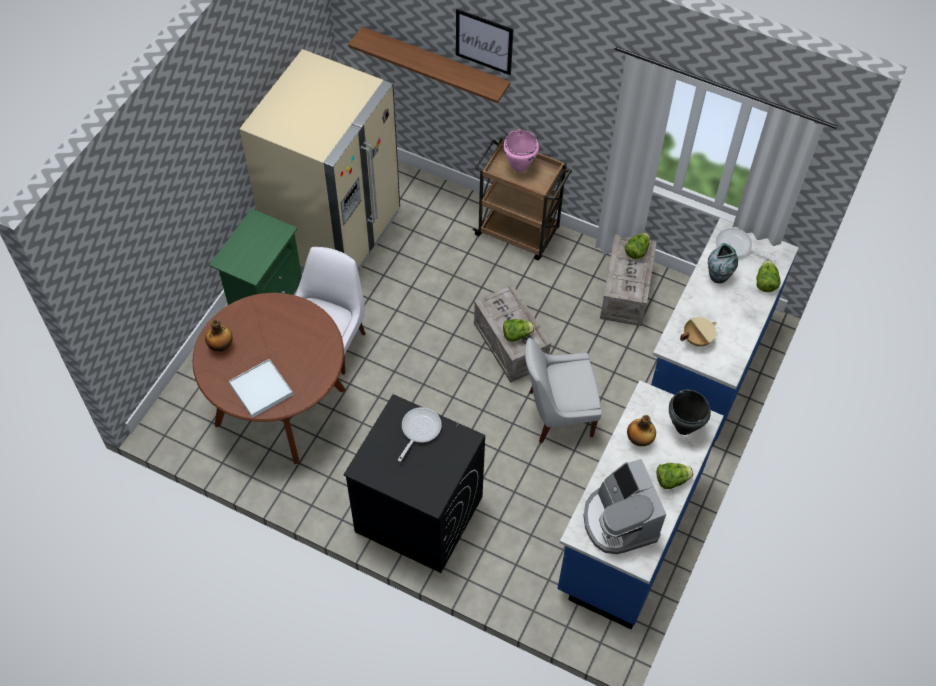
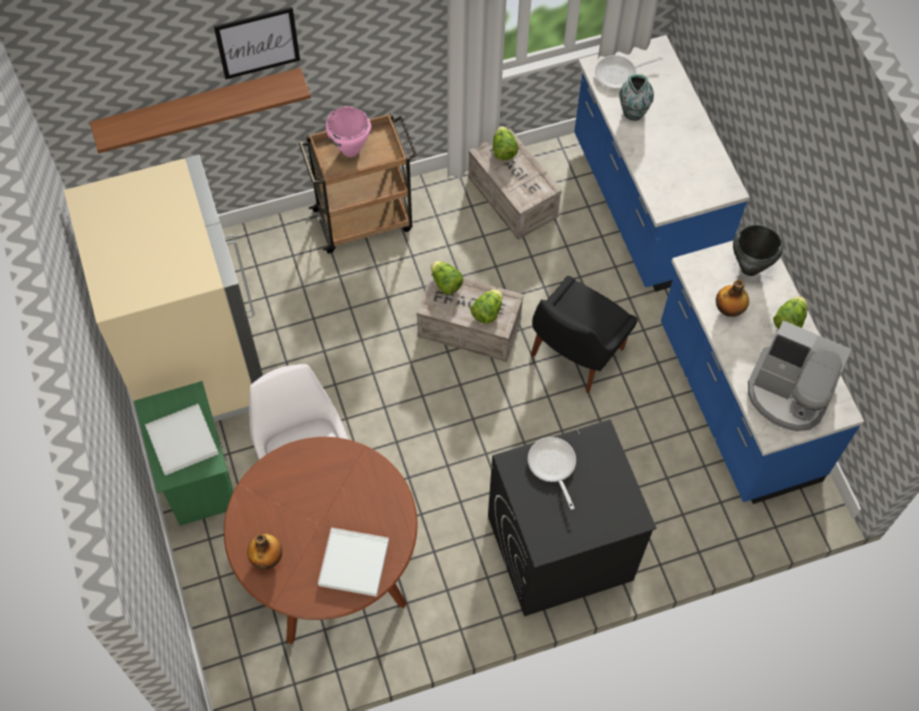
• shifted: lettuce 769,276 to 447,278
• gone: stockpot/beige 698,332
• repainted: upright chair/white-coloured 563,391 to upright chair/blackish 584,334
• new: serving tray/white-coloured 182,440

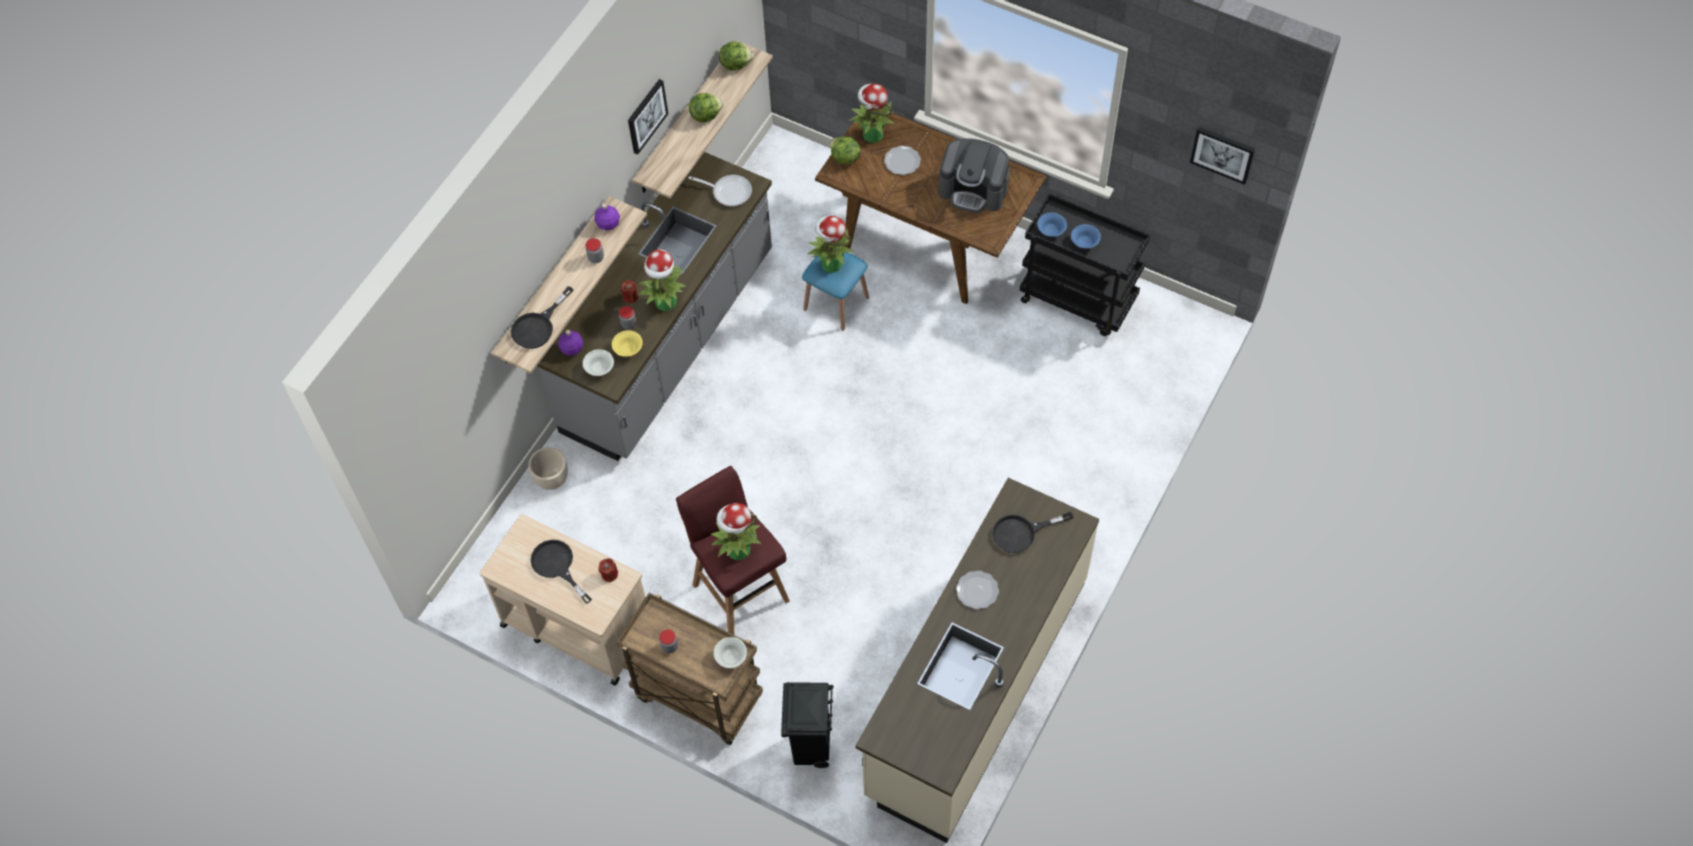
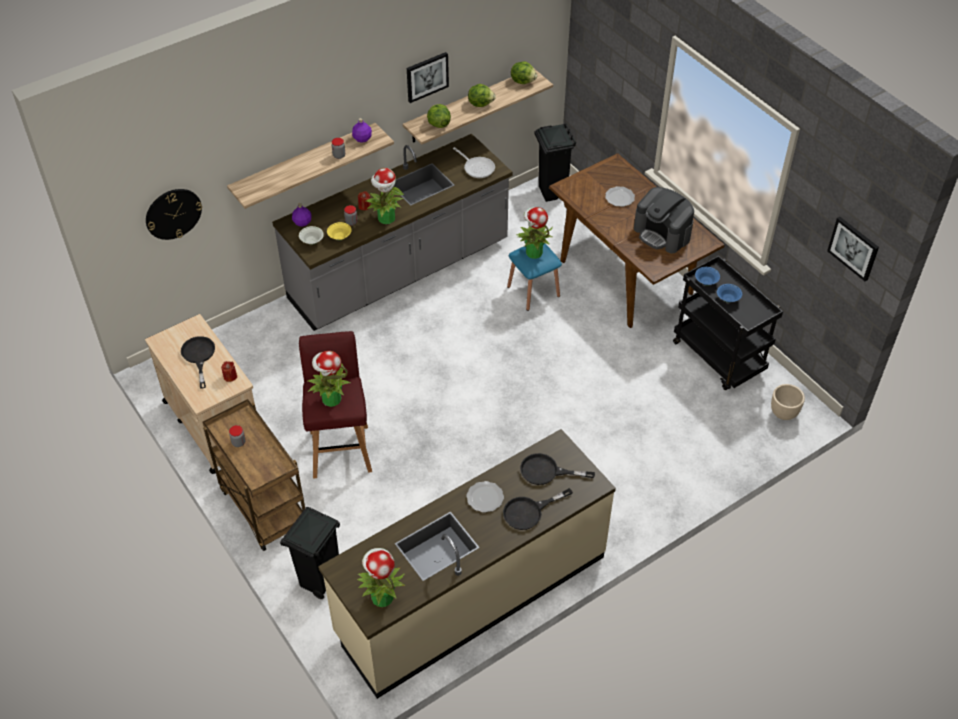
• shifted: potted plant 871,113 to 381,577
• shifted: lettuce 845,150 to 439,116
• shifted: frying pan/blackish 542,317 to 538,509
• shifted: plant pot/beige 548,468 to 788,402
• gone: serving bowl/white-coloured 730,652
• new: trash can/blackish 555,162
• new: clock on the wall 174,214

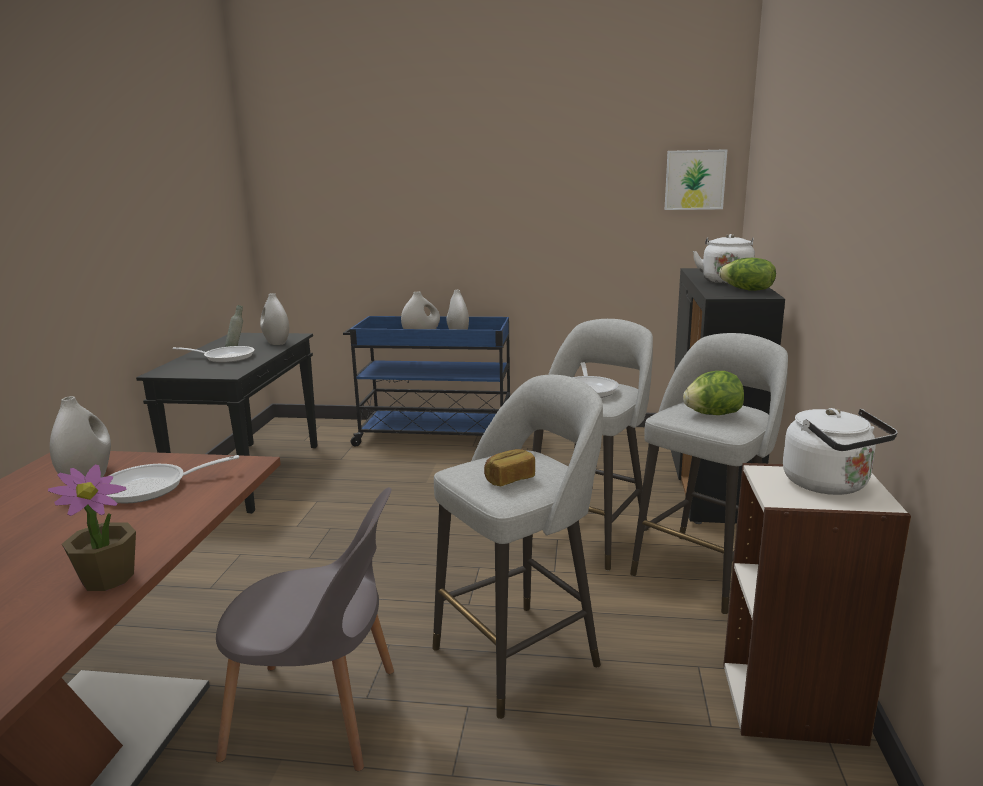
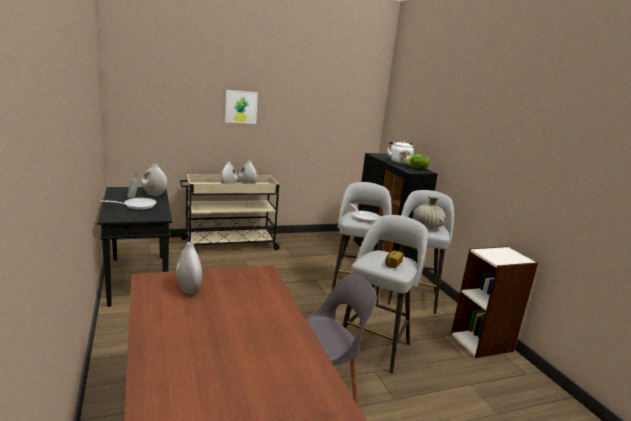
• shifted: wall picture 696,179 to 241,107
• repainted: cart/blue-coloured 426,381 to cart/beige 230,212
• swapped: lettuce 713,393 to decorative vase/beige 429,212
• gone: kettle/white-coloured 840,451
• gone: frying pan 173,479
• gone: potted plant 92,527

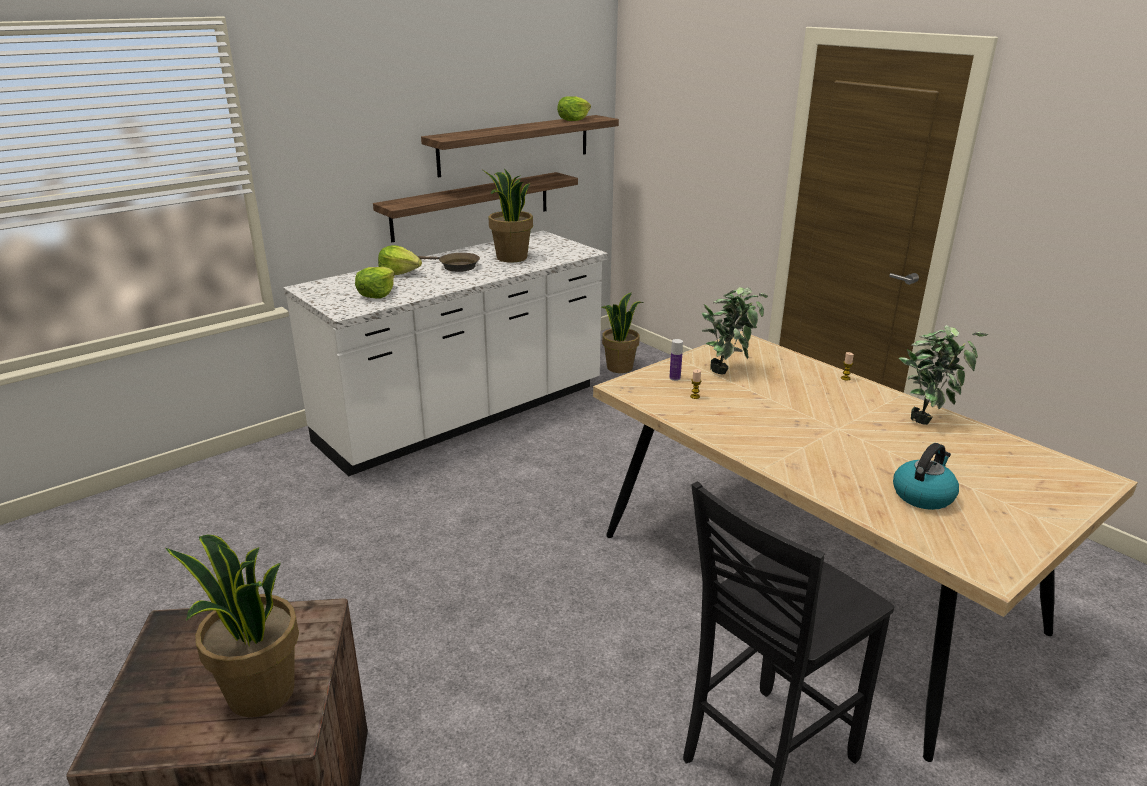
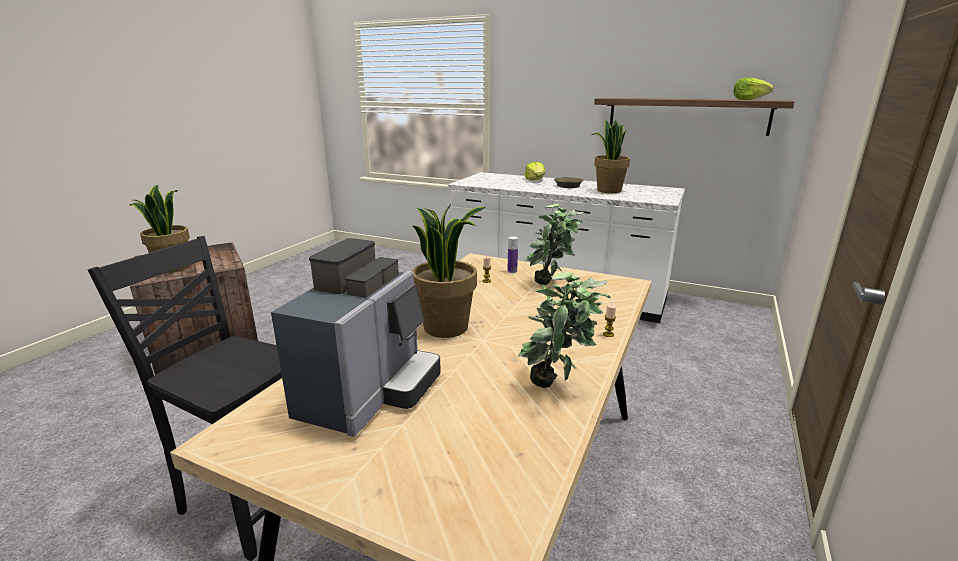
• gone: shelf 475,207
• gone: lettuce 375,282
• shifted: potted plant 623,332 to 449,271
• swapped: kettle 926,476 to coffee brewer 356,337

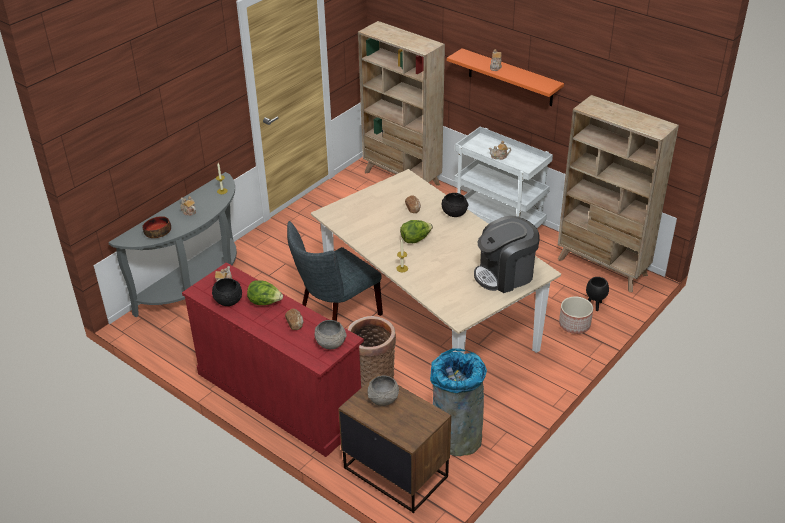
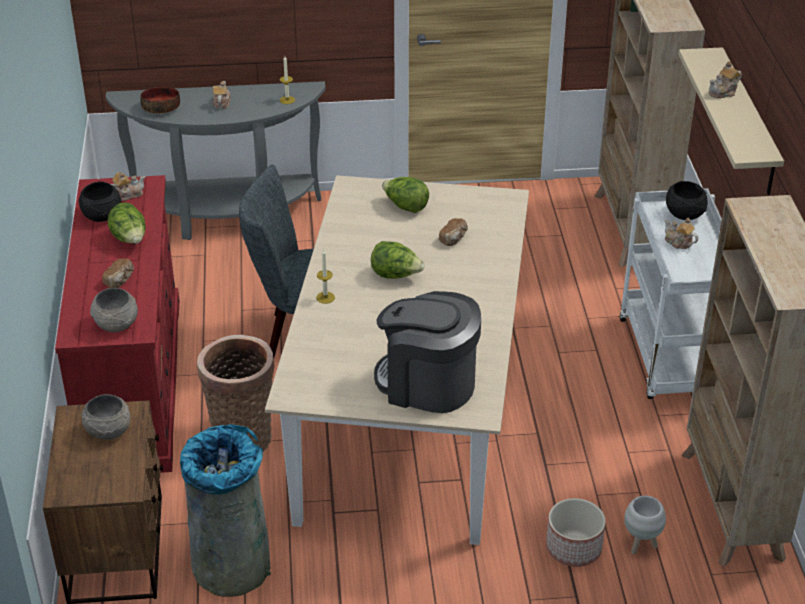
• repainted: shelf/orange 505,77 to shelf/beige 731,121
• shifted: serving bowl/blackish 455,205 to 687,200
• repainted: plant pot/blackish 597,294 to plant pot/white-coloured 645,525
• new: lettuce 405,195

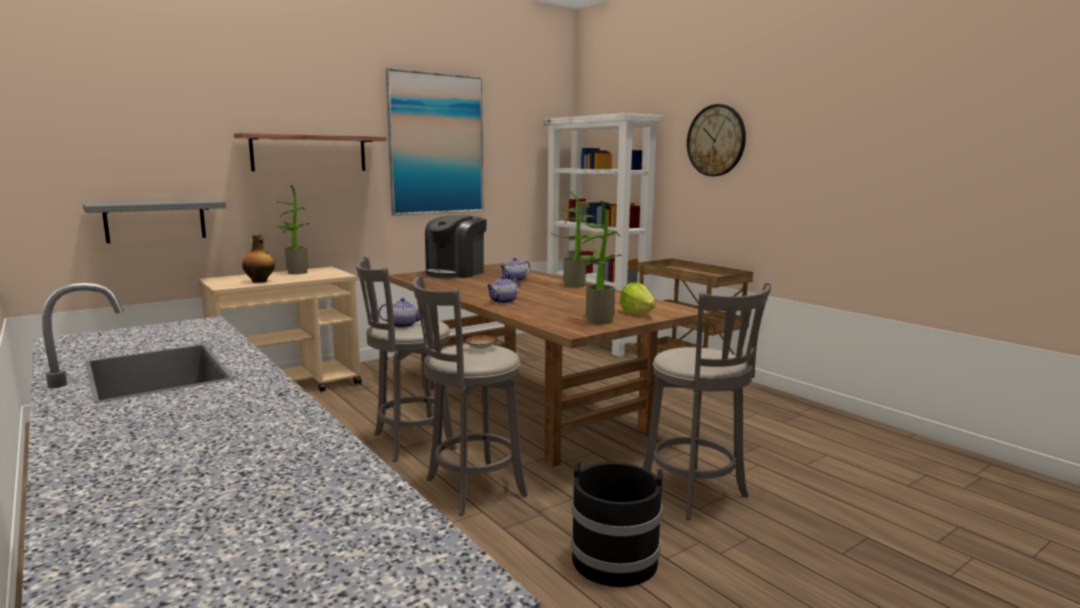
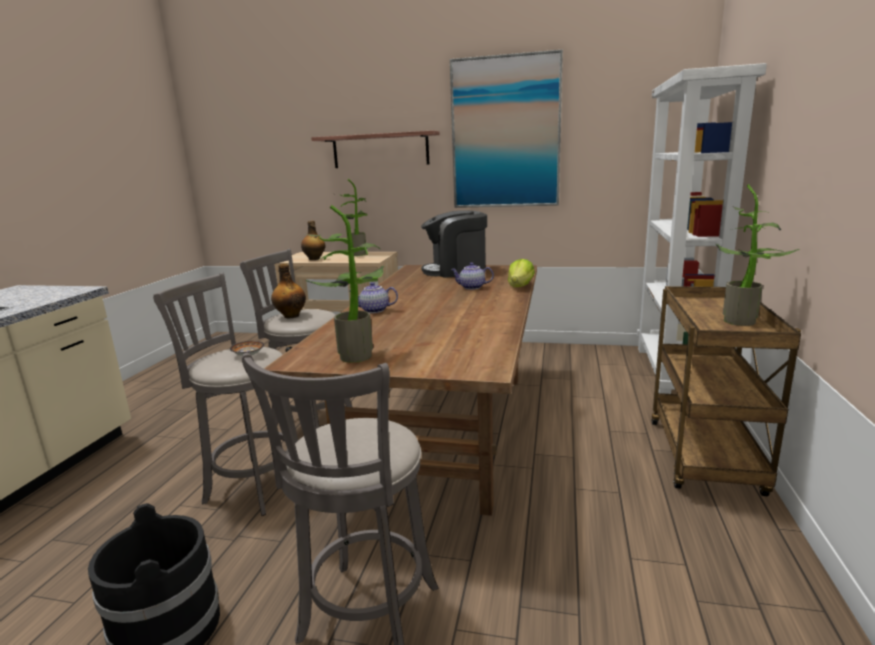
• gone: clock on the wall 716,140
• shifted: potted plant 576,239 to 758,255
• gone: shelf/gray 154,221
• shifted: lettuce 638,298 to 521,273
• swapped: pot for tea 400,313 to beverage bottle 288,290

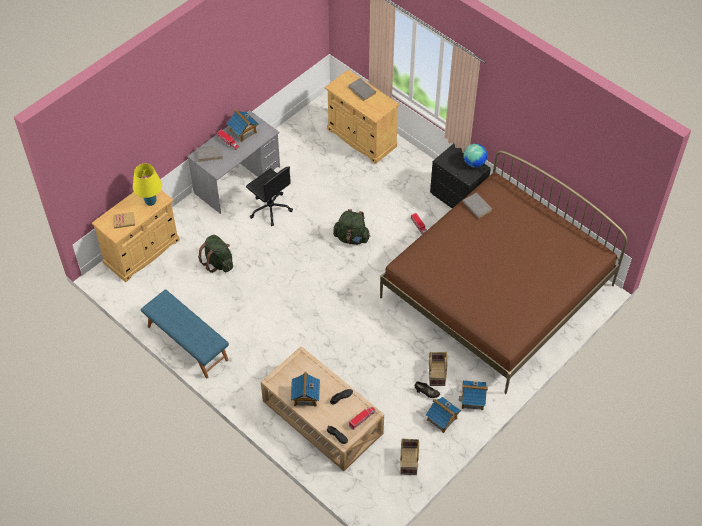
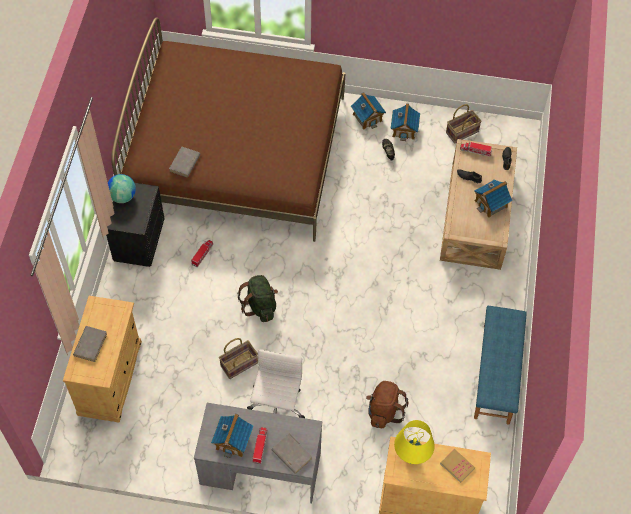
• repainted: office chair/blackish 269,196 to office chair/white-coloured 276,383
• repainted: backpack/green-coloured 215,254 to backpack/brown 387,404
• shifted: basket 438,369 to 238,358

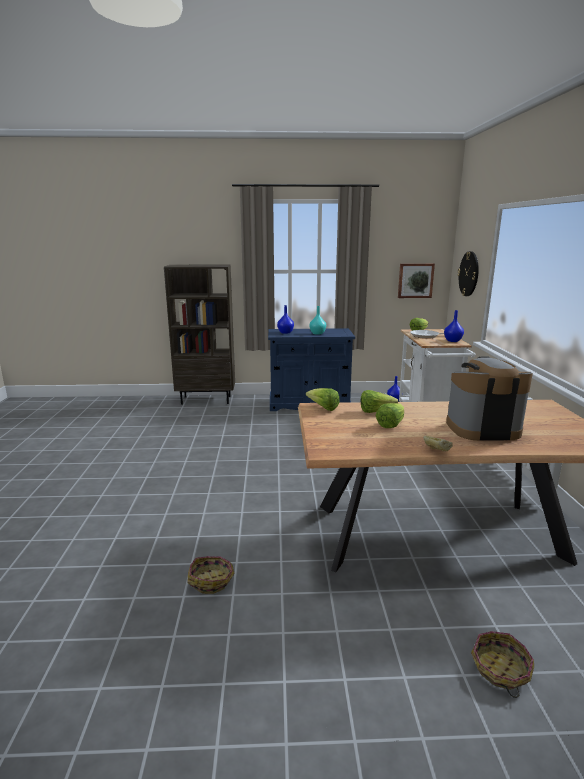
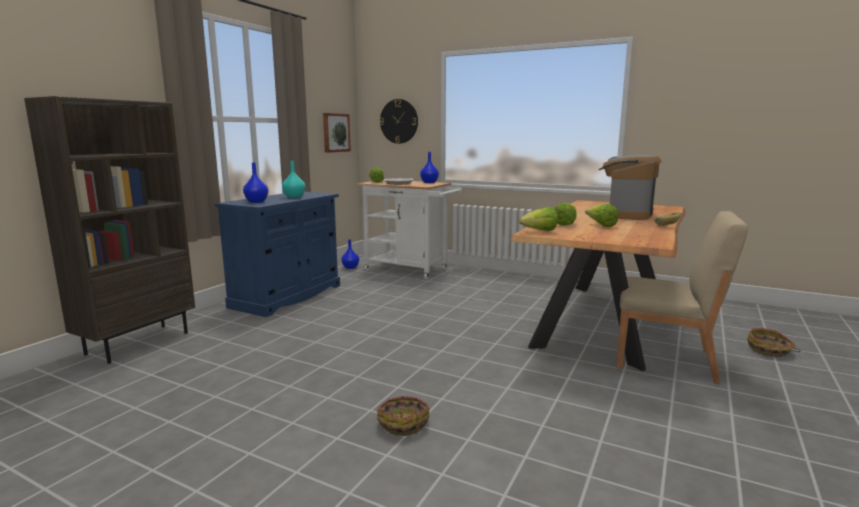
• shifted: basket 210,575 to 403,416
• new: upright chair/beige 682,297

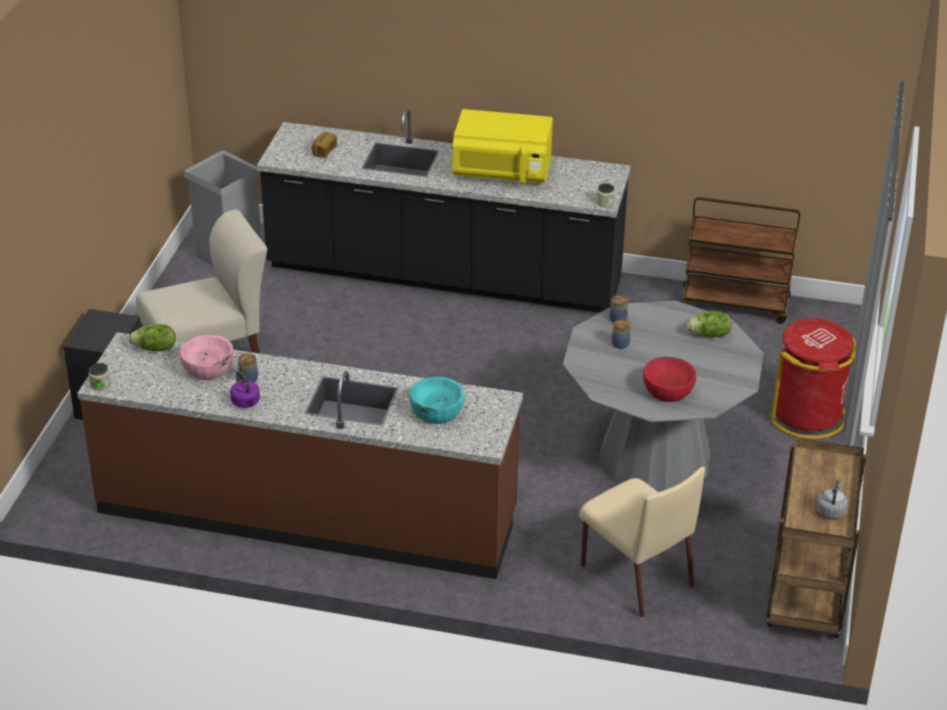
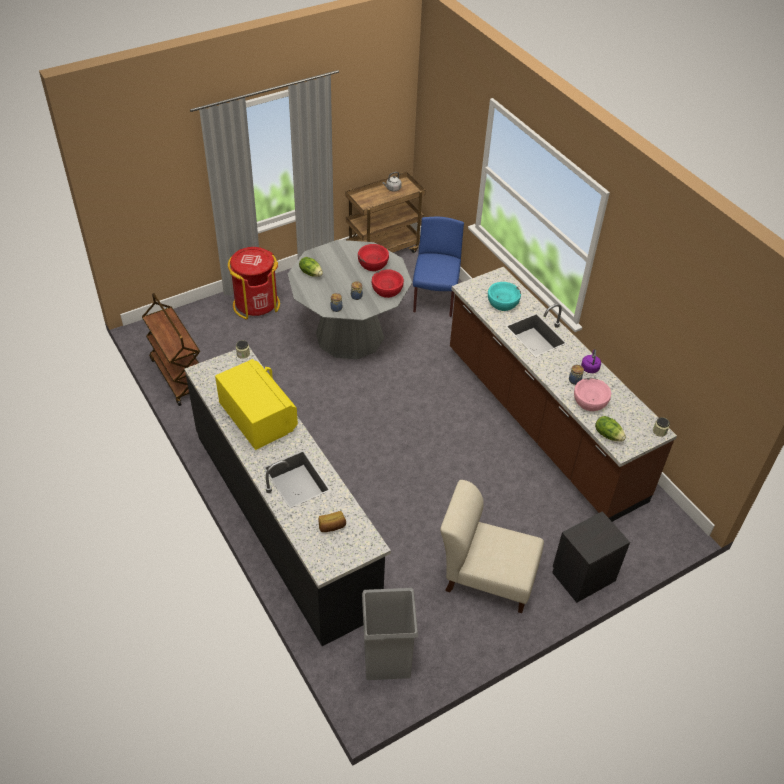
• repainted: upright chair/beige 642,542 to upright chair/blue-coloured 438,267
• new: serving bowl/red-coloured 388,283

